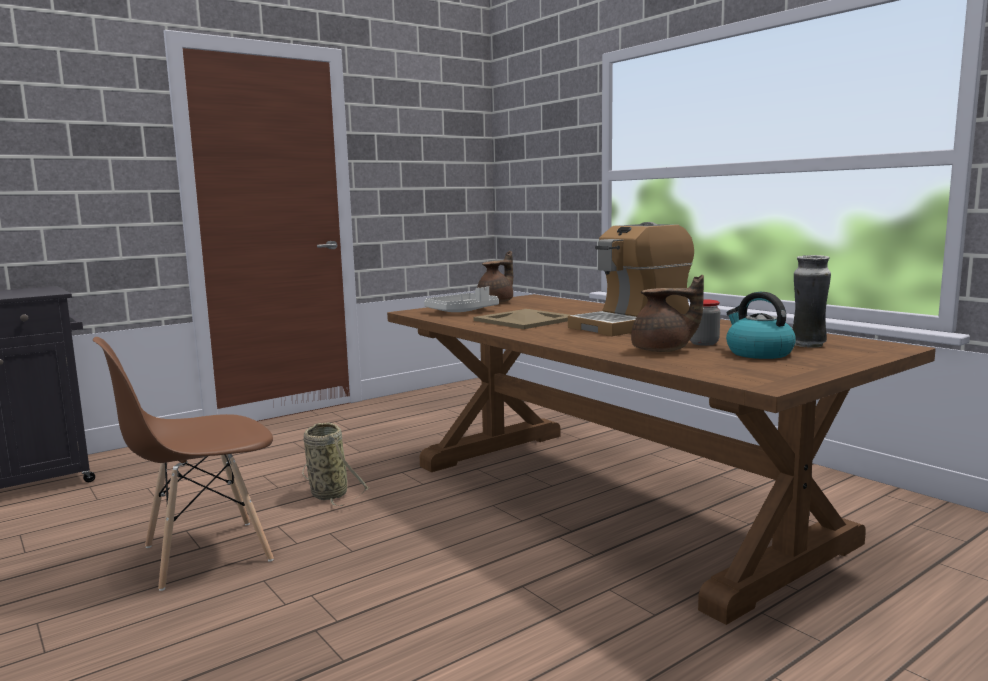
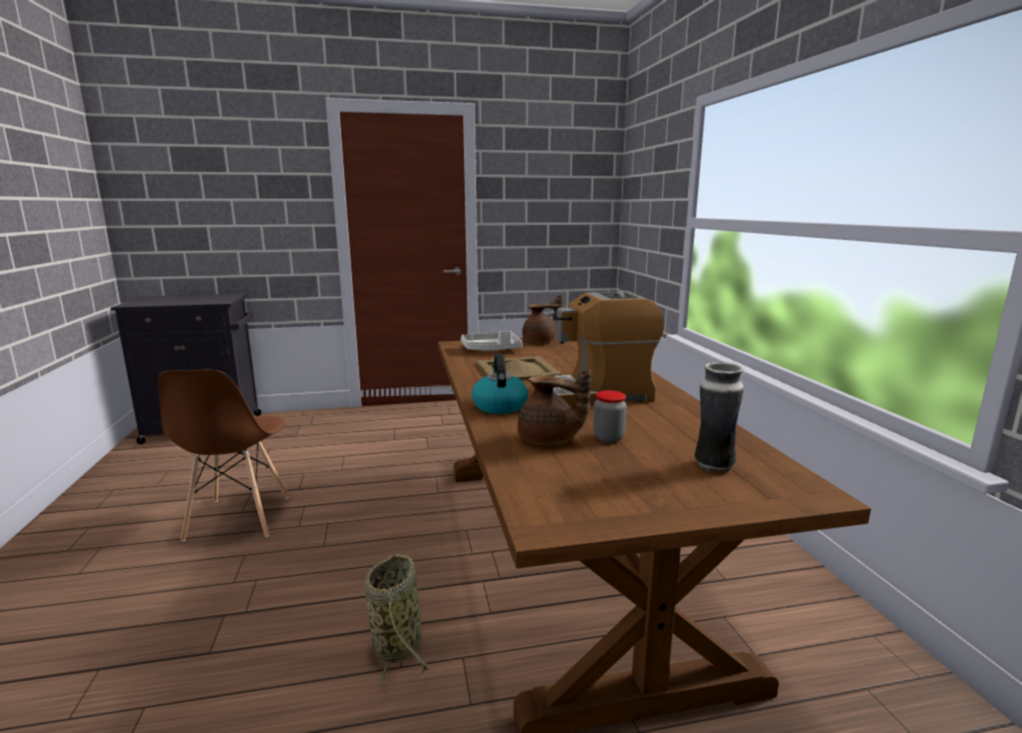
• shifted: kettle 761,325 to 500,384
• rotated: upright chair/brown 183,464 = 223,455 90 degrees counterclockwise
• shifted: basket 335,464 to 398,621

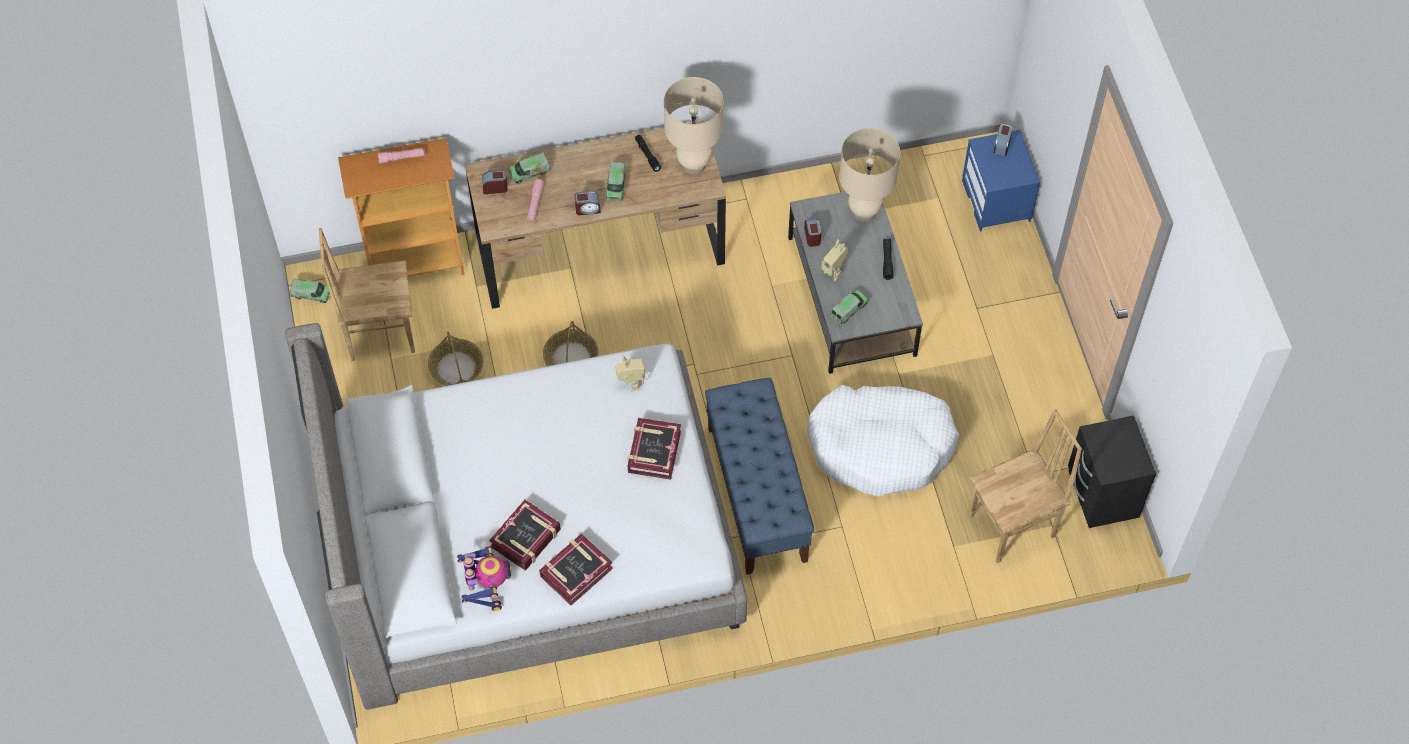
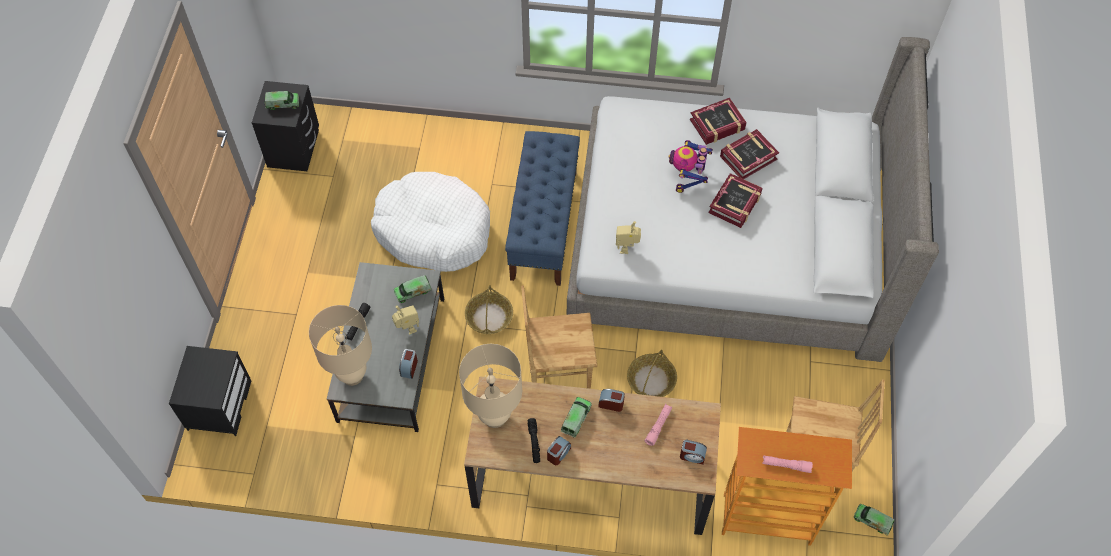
• shifted: table clock 1003,140 to 559,450
• repainted: bedside table/blue-coloured 1001,181 to bedside table/blackish 210,391
• shifted: toy lorry 530,168 to 282,100
• shifted: basket 456,358 to 489,309
• shifted: upright chair/brown 1025,486 to 559,337
• shifted: book 654,448 to 735,200
• shifted: toy robot 484,578 to 691,166

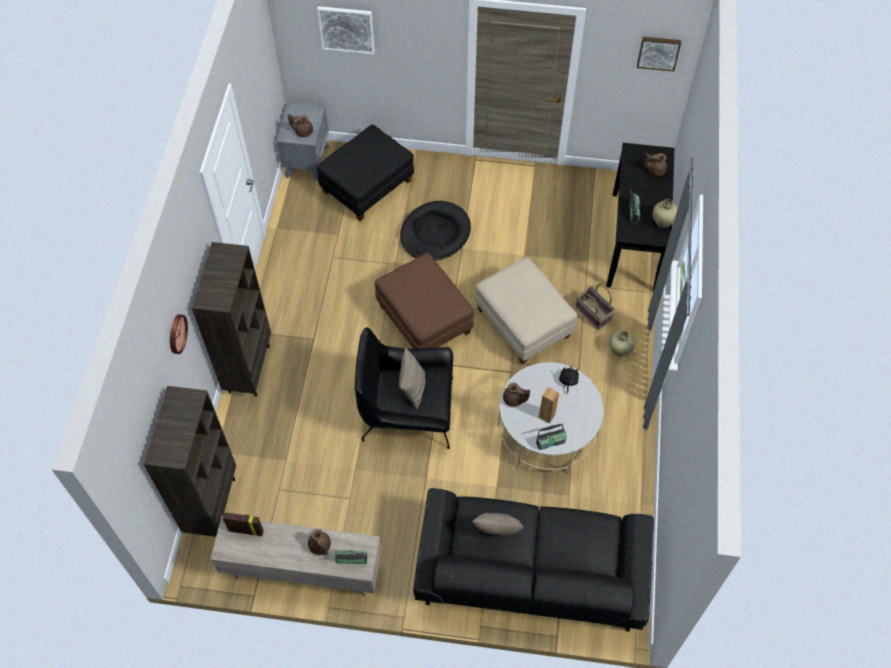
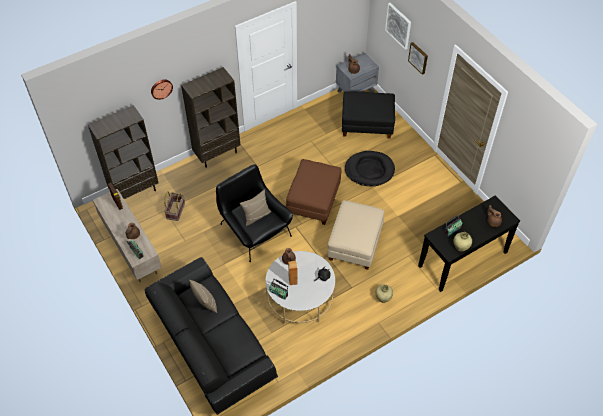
• shifted: wall picture 659,54 to 418,58
• shifted: basket 595,307 to 174,206

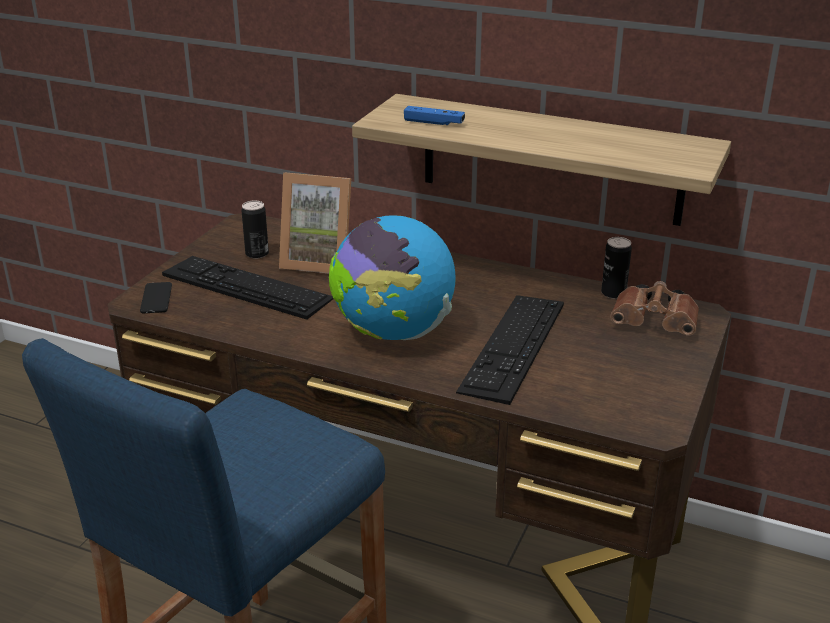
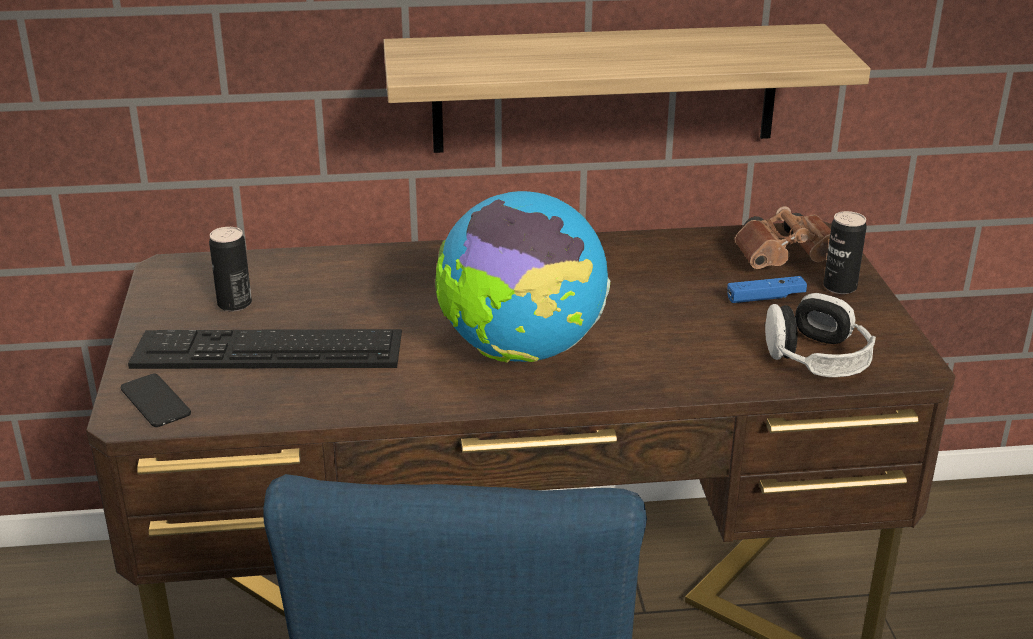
• shifted: gamepad/blue-coloured 434,116 to 767,289
• gone: picture frame 315,223
• shifted: can 616,268 to 845,252
• gone: keyboard 510,350
• new: headset 820,335

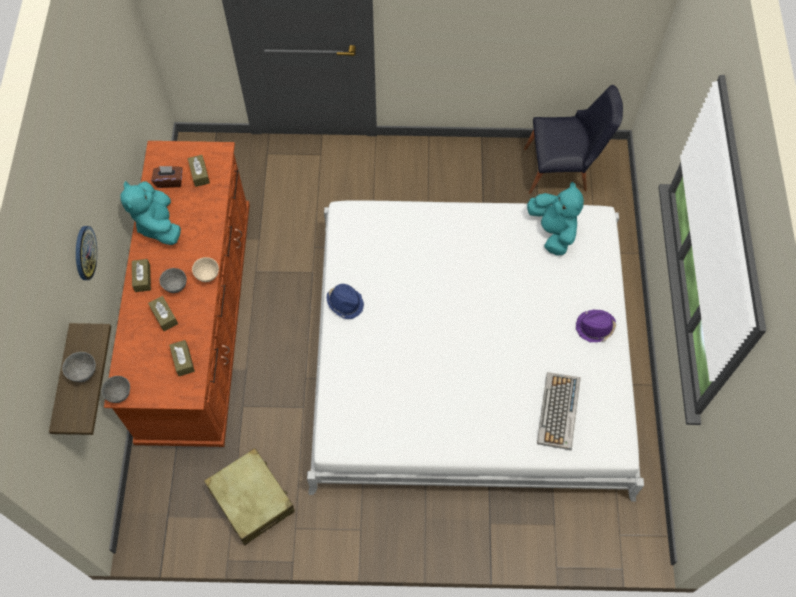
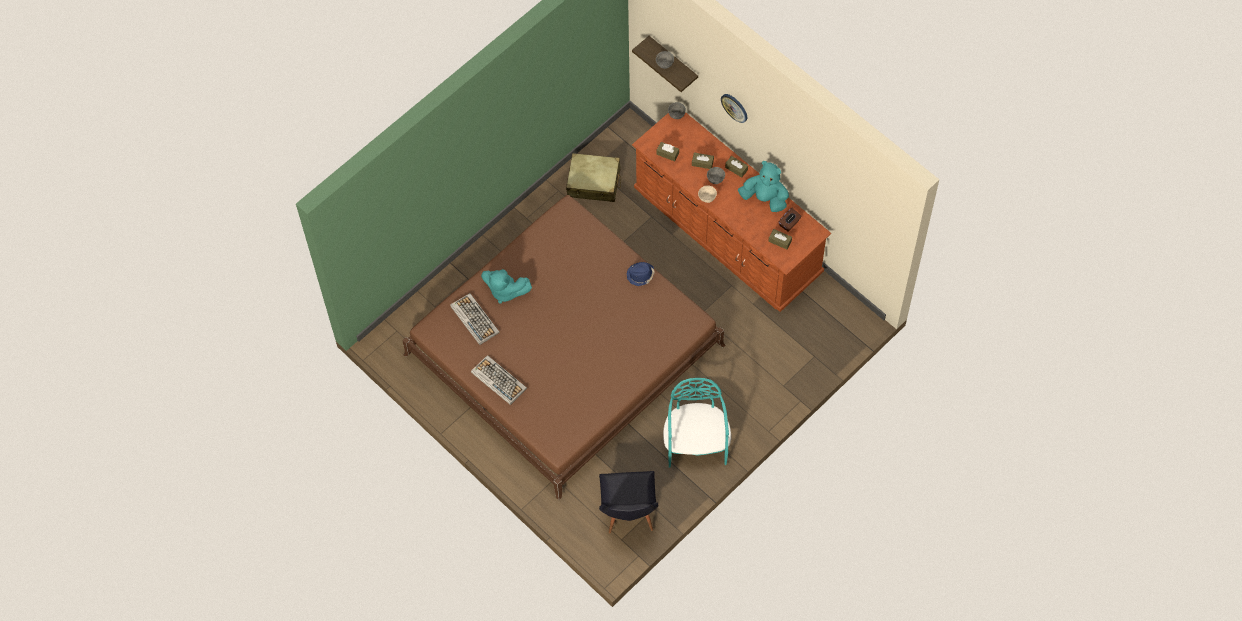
• rotated: upright chair/blackish 573,139 = 628,502 45 degrees counterclockwise
• shifted: cuddly toy/turquoise 555,218 to 506,286
• repainted: bed/white-coloured 475,351 to bed/brown 563,347
• swapped: hat/purplish 596,326 to keyboard 499,380
• new: upright chair/turquoise 697,423

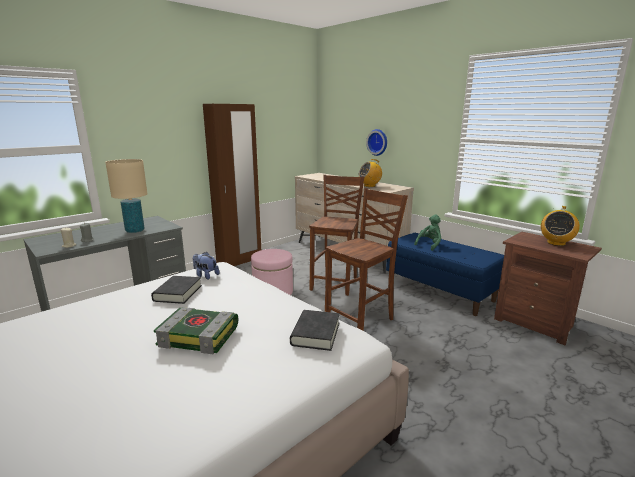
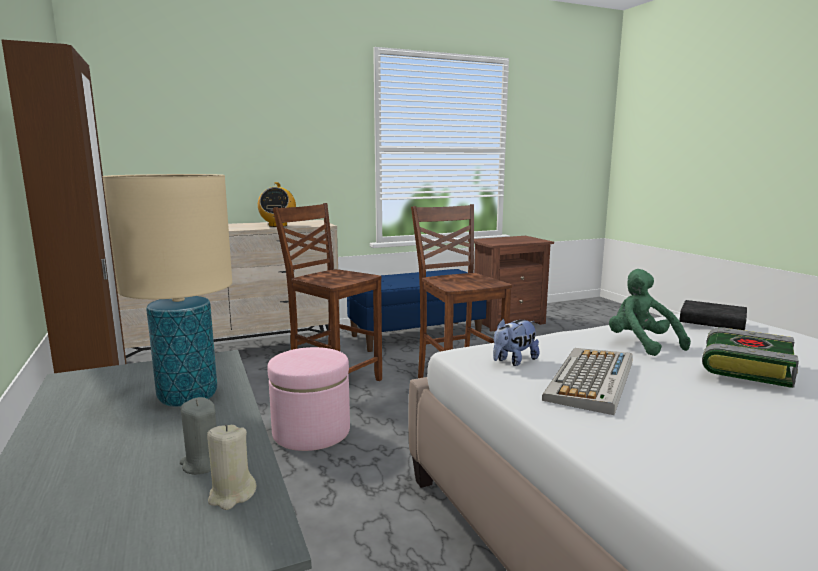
• gone: clock on the wall 376,142
• gone: radio receiver 560,226
• shifted: cuddly toy/green-coloured 428,233 to 650,312
• swapped: book/blackish 176,290 to keyboard 587,381

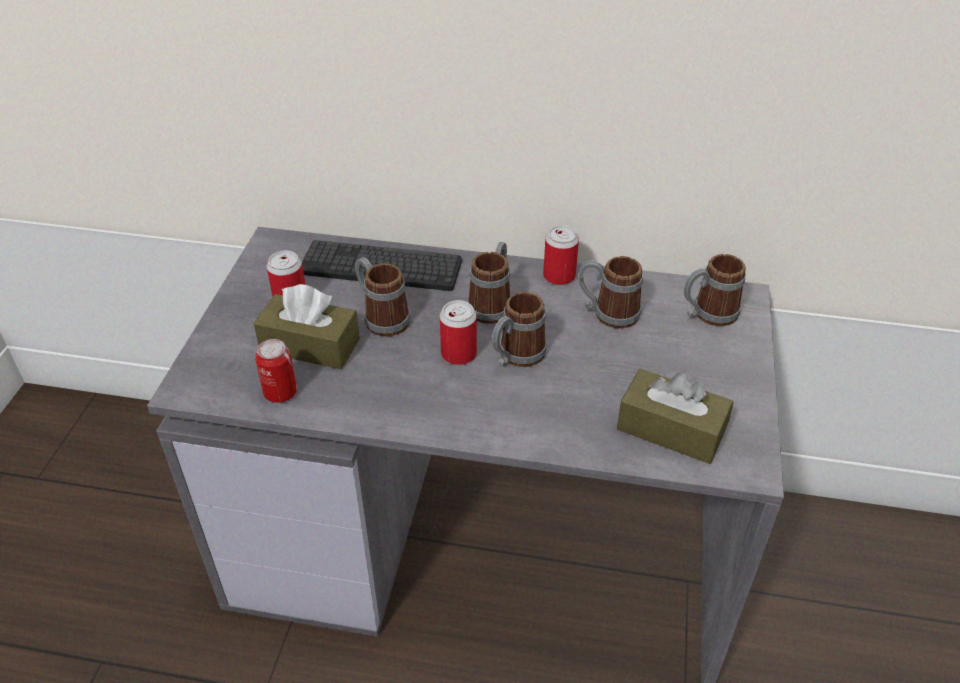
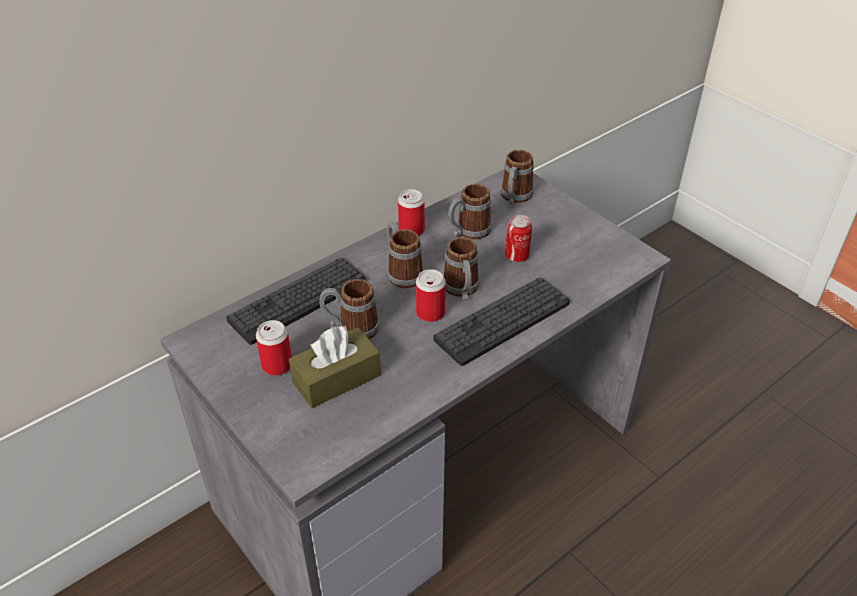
• shifted: can 276,371 to 518,238
• gone: tissue holder/brown 675,416
• new: keyboard 501,322

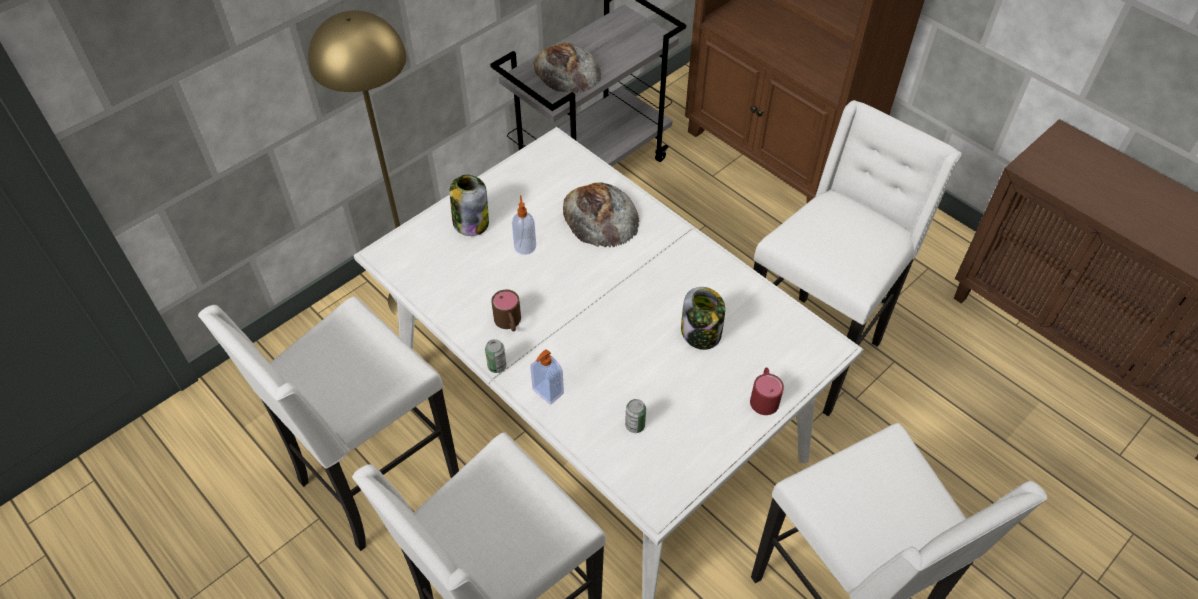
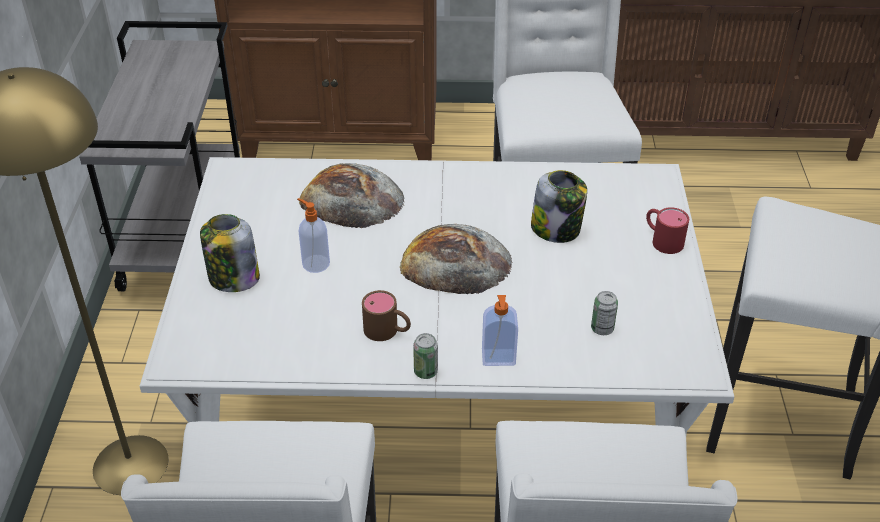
• shifted: bakery bread 567,68 to 456,259

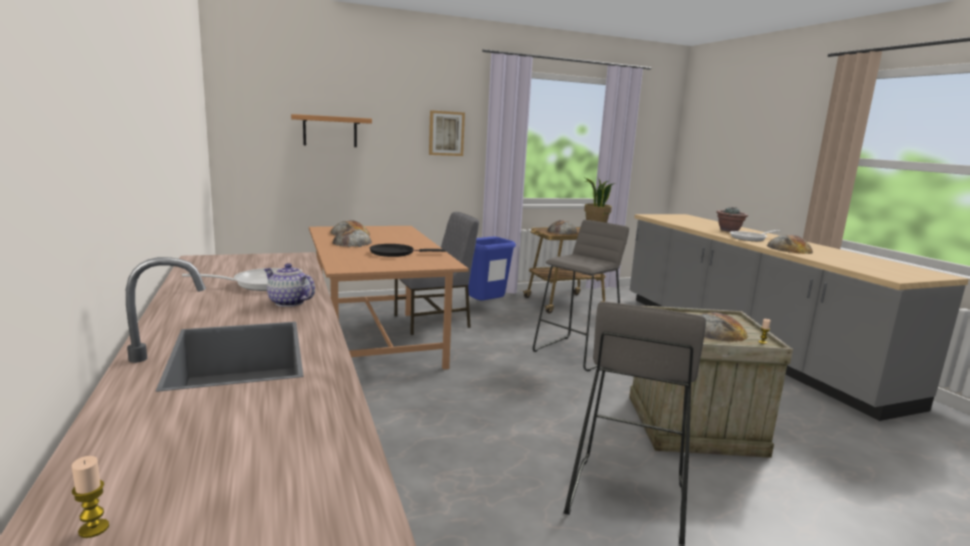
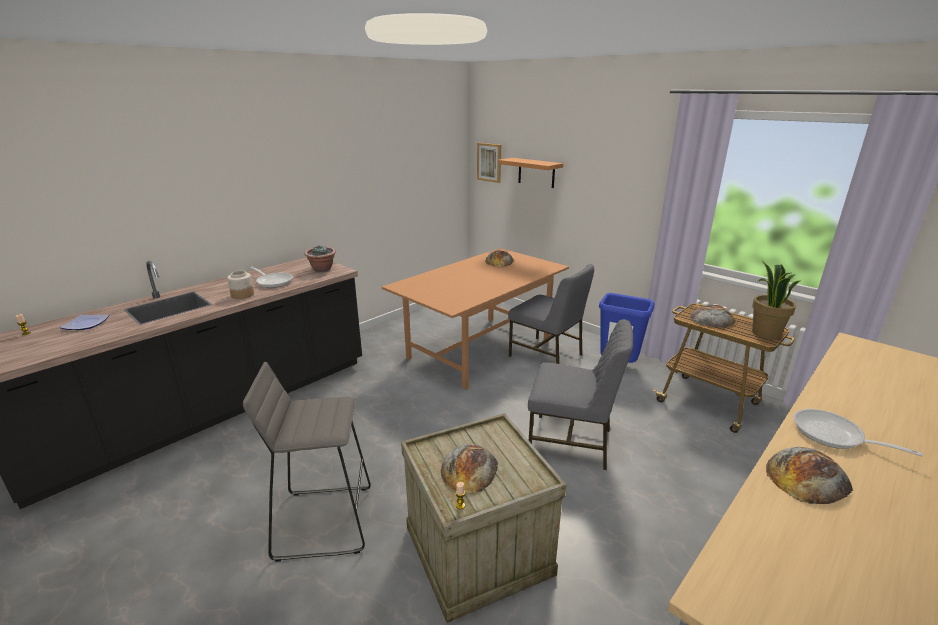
• shifted: wall picture 447,133 to 489,163
• shifted: potted plant 732,219 to 320,259
• swapped: sitting stool/gray 581,296 to upright chair/gray 580,394
• gone: bakery bread 352,237
• gone: frying pan/blackish 408,250
• swapped: pot for tea 289,285 to preserve jar 240,285
• new: dinner plate 85,322

